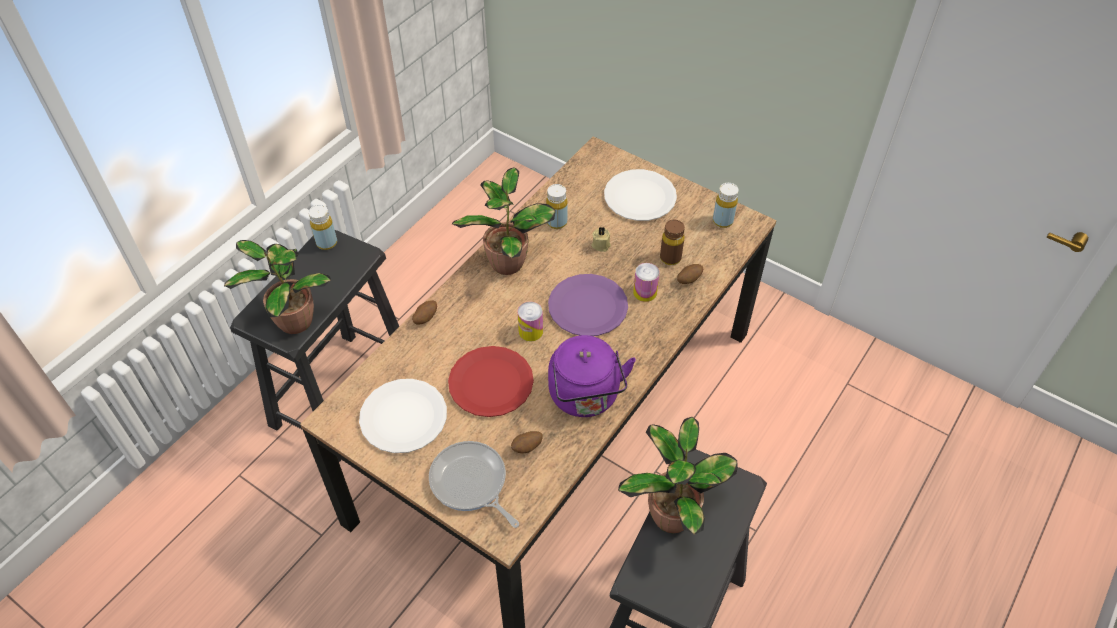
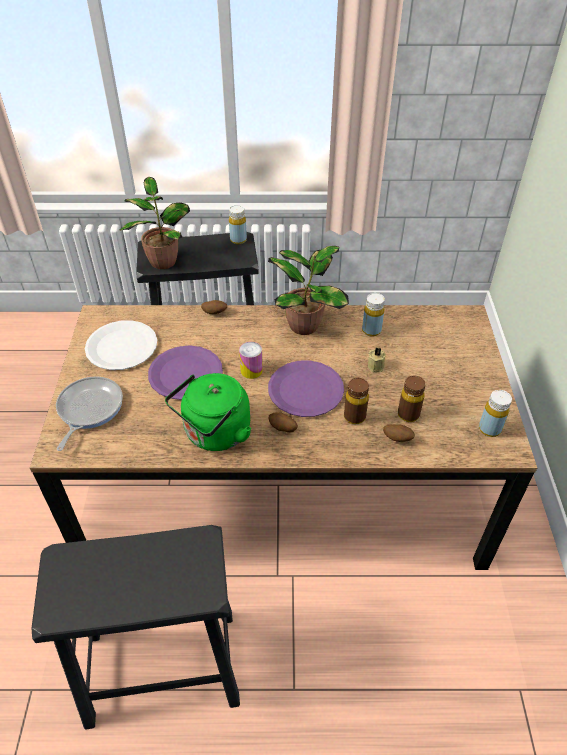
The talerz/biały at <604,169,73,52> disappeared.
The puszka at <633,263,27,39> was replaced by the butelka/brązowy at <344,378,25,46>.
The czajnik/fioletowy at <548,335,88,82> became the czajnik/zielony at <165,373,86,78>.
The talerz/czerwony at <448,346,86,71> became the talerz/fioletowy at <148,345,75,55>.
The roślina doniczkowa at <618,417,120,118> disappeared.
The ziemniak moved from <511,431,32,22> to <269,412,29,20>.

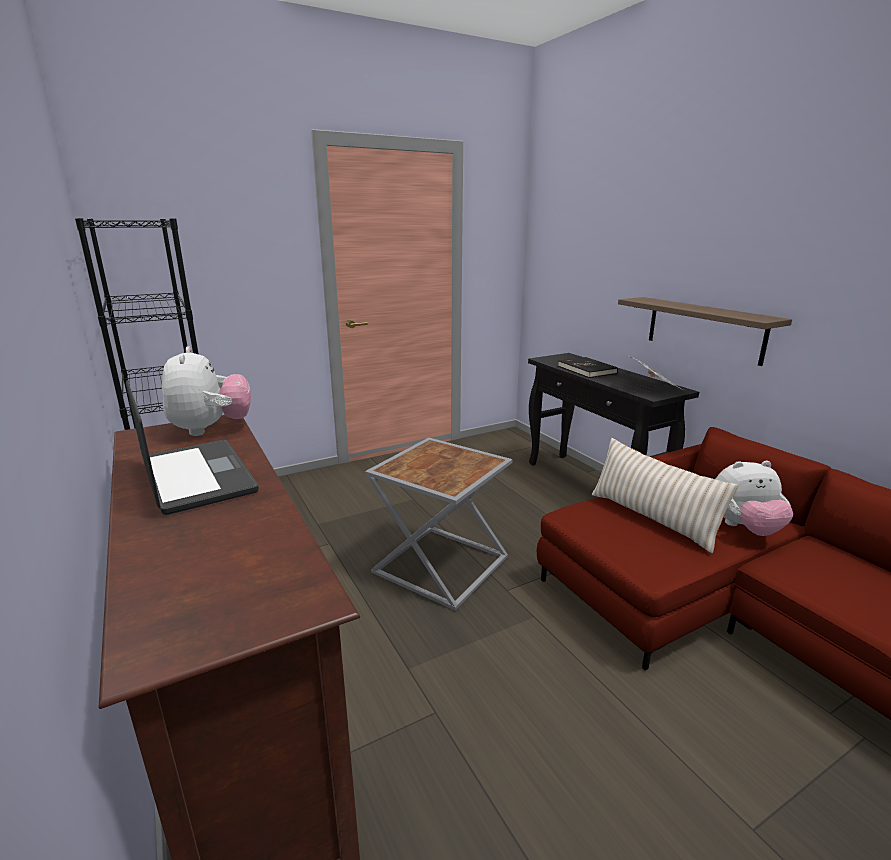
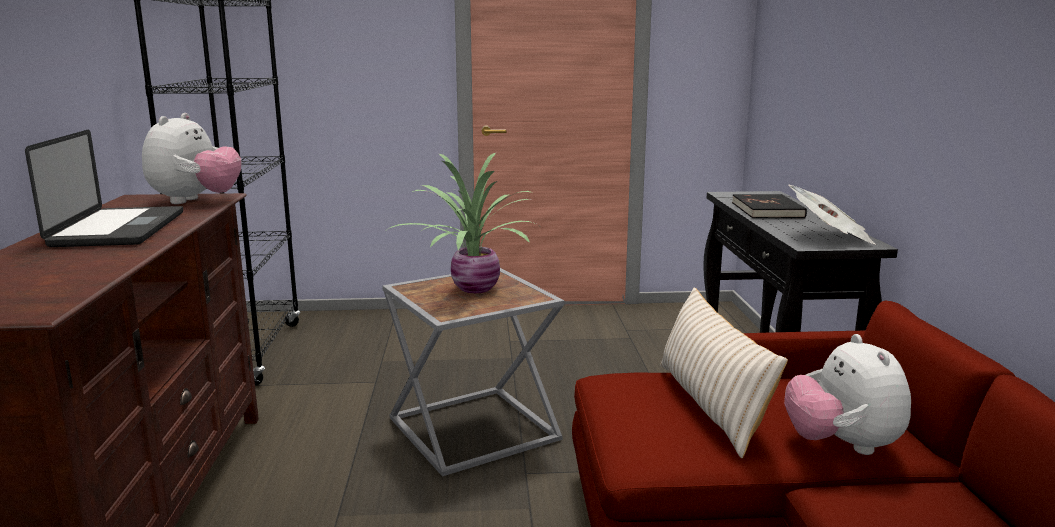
The półka at <618,297,174,69> disappeared.
The pluszak at <716,461,77,75> turned 60 degrees clockwise.
The roślina doniczkowa at <385,153,153,140> appeared.

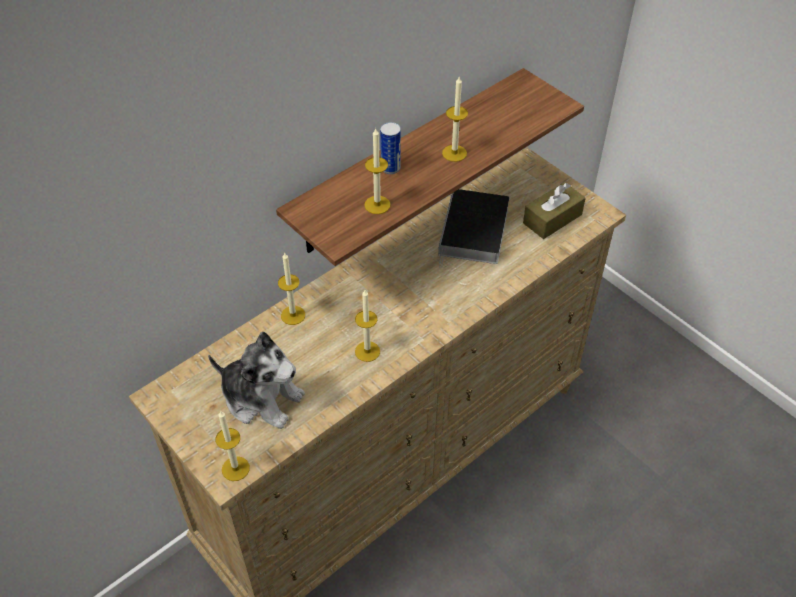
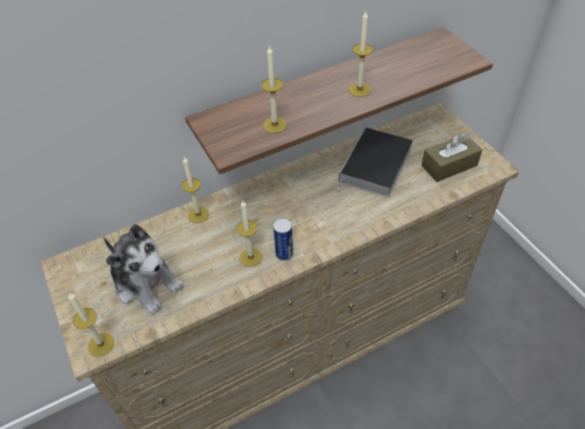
The puszka moved from <380,122,21,52> to <273,218,20,43>.

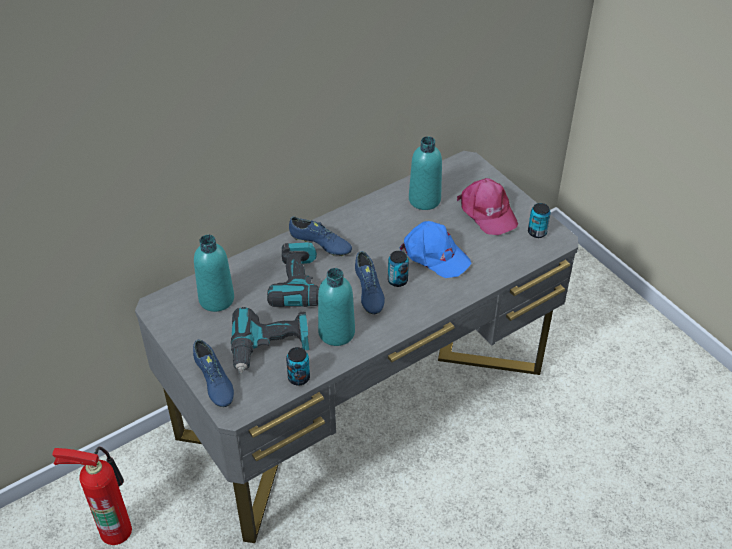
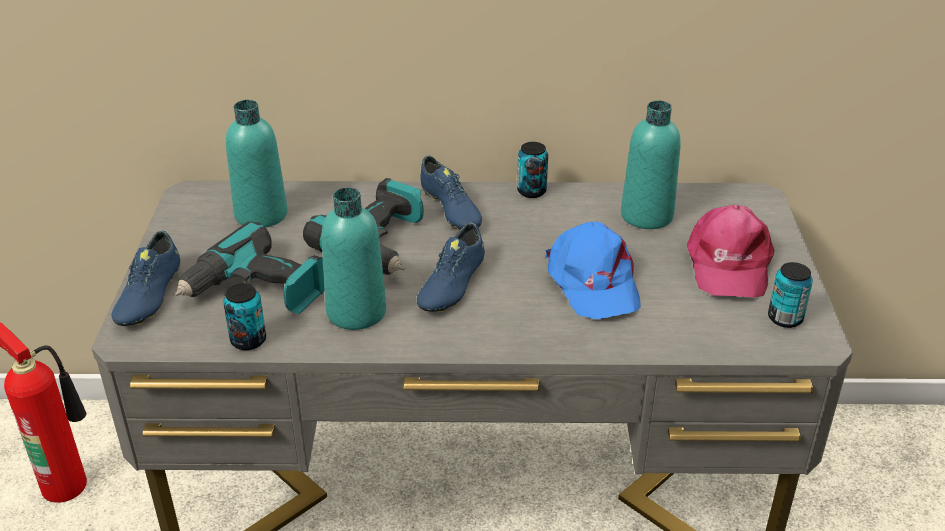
The puszka moved from <388,251,21,36> to <517,142,31,56>.

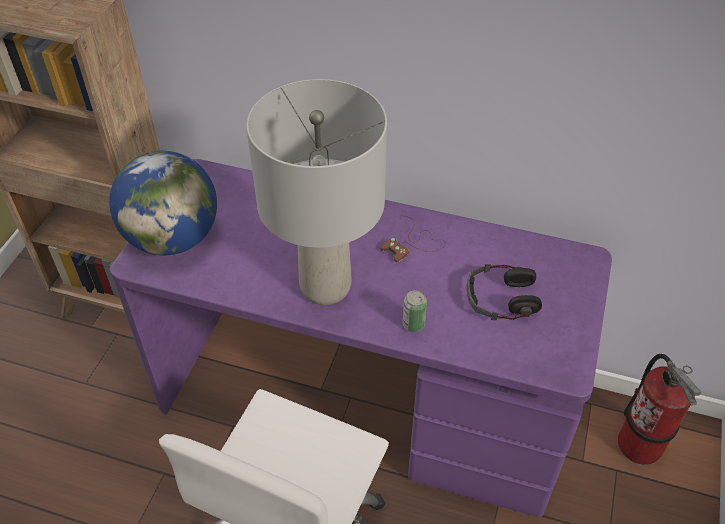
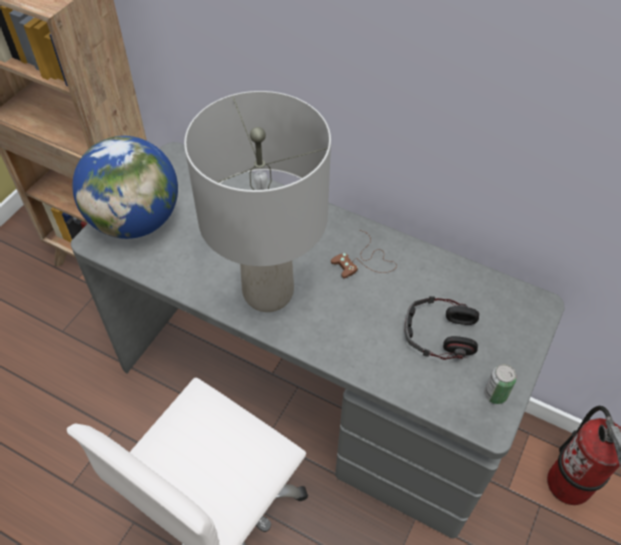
The biurko/fioletowy at <110,159,502,358> became the biurko/szary at <71,142,493,396>.
The puszka moved from <403,290,24,42> to <484,364,33,40>.

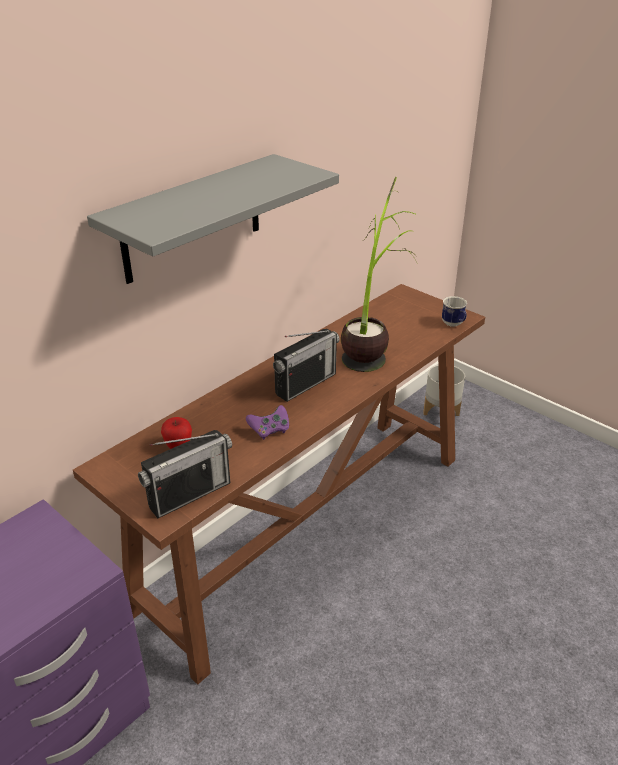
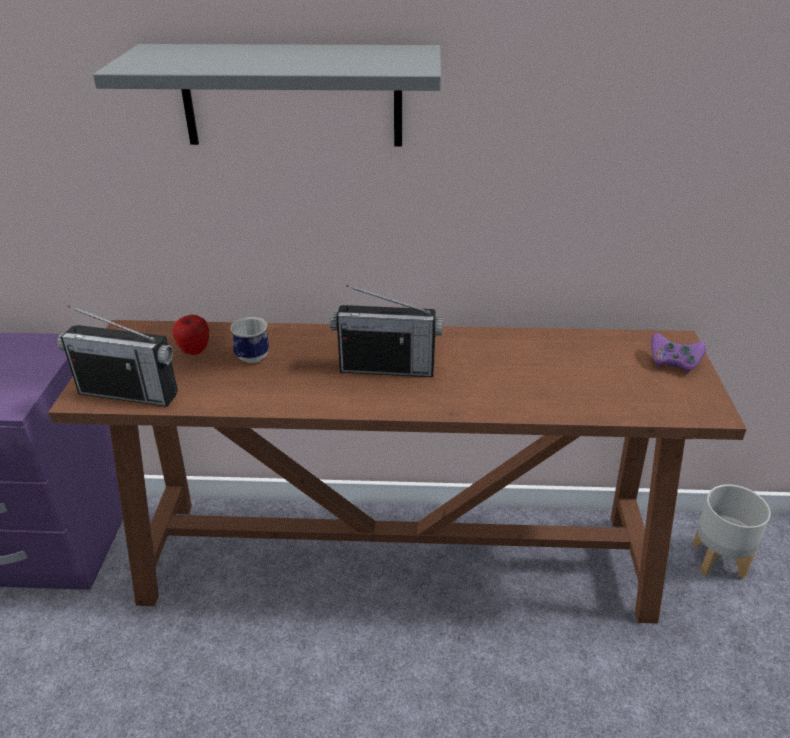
The roślina doniczkowa at <341,177,75,195> disappeared.
The kubek moved from <442,296,25,31> to <231,317,38,46>.
The pad do gier/fioletowy moved from <246,405,43,35> to <651,333,55,40>.

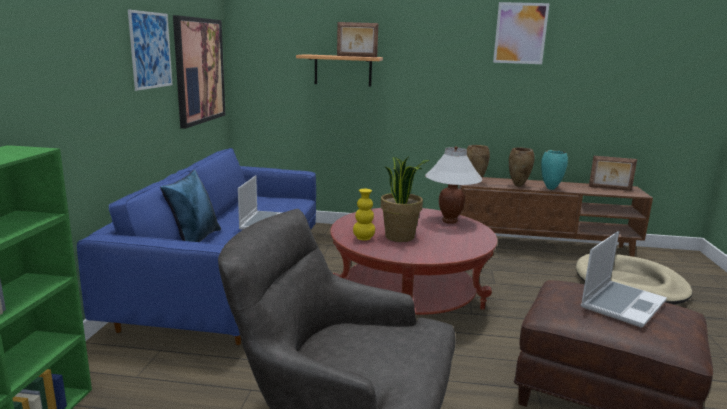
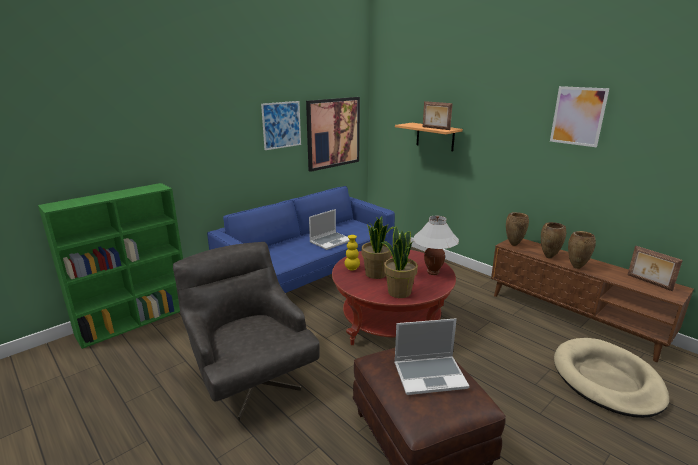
The wazon/turkusowy at <541,150,27,40> became the wazon/brązowy at <568,231,28,38>.
The poduszka/niebieski at <160,169,61,73> disappeared.
The roślina doniczkowa at <380,226,38,72> appeared.

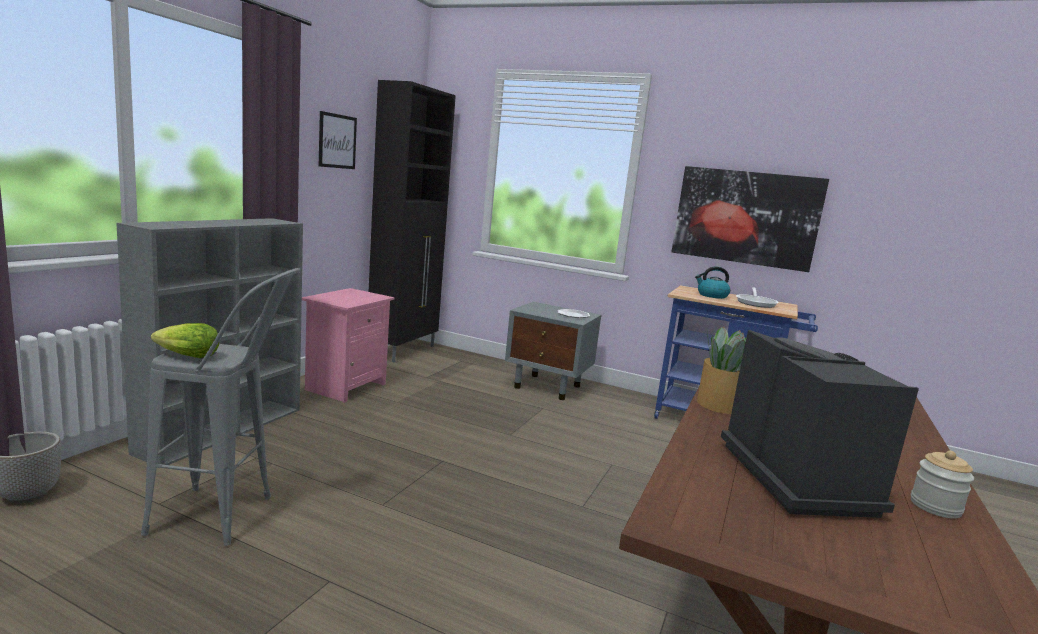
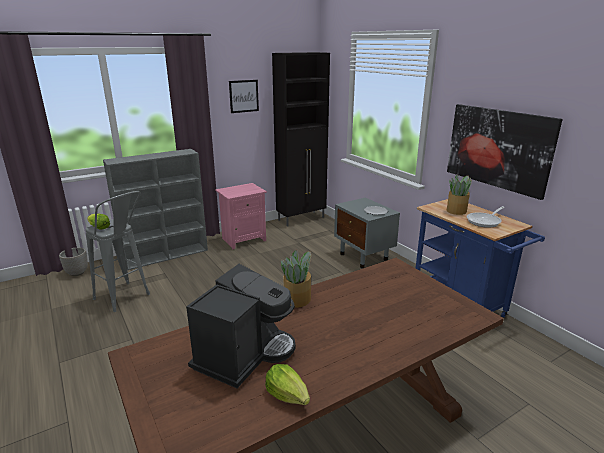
The czajnik at <695,266,35,33> was replaced by the roślina doniczkowa at <447,175,25,40>.
The słoik at <911,451,63,68> was replaced by the sałata at <265,364,45,41>.

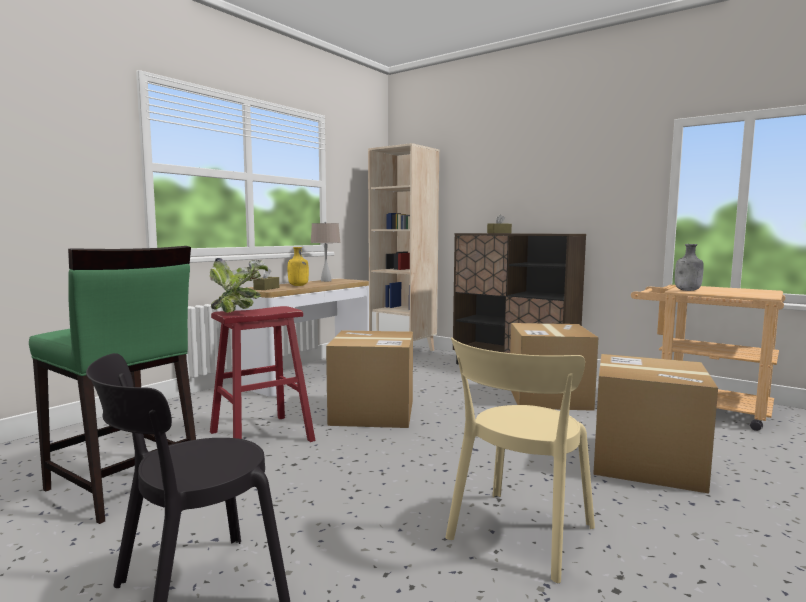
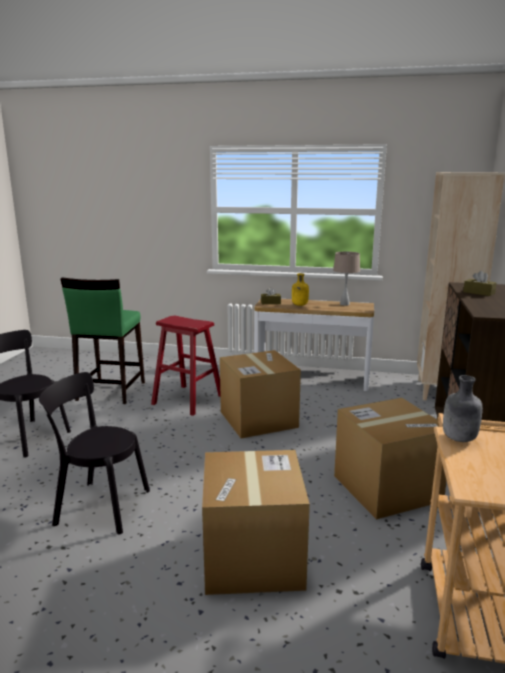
The roślina doniczkowa at <210,258,58,55> disappeared.
The krzesło/beżowy at <445,337,150,246> became the krzesło/czarny at <39,372,111,162>.

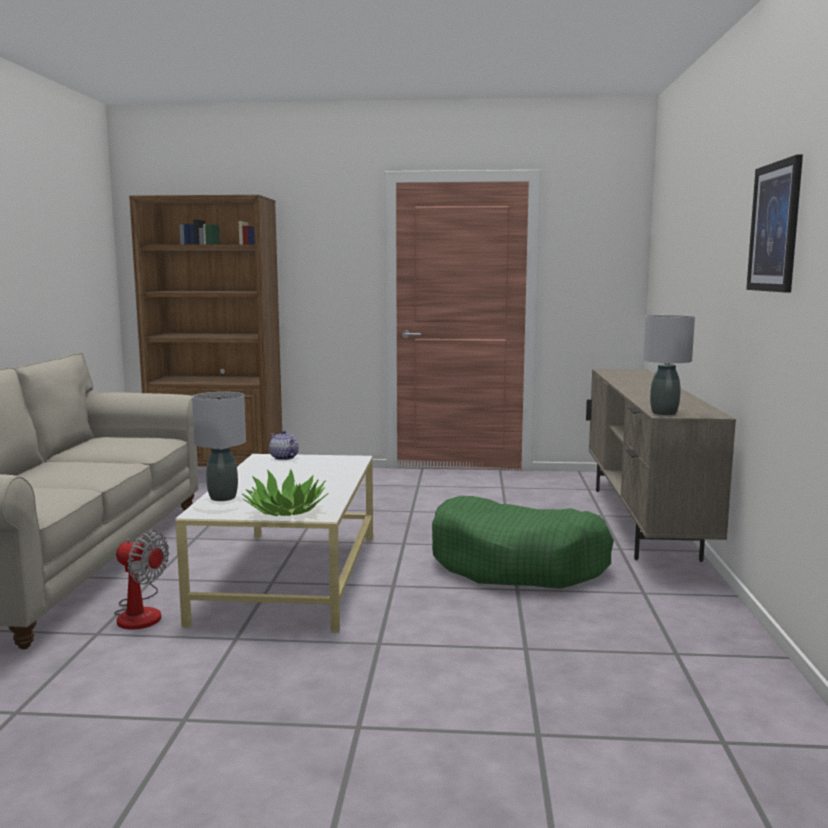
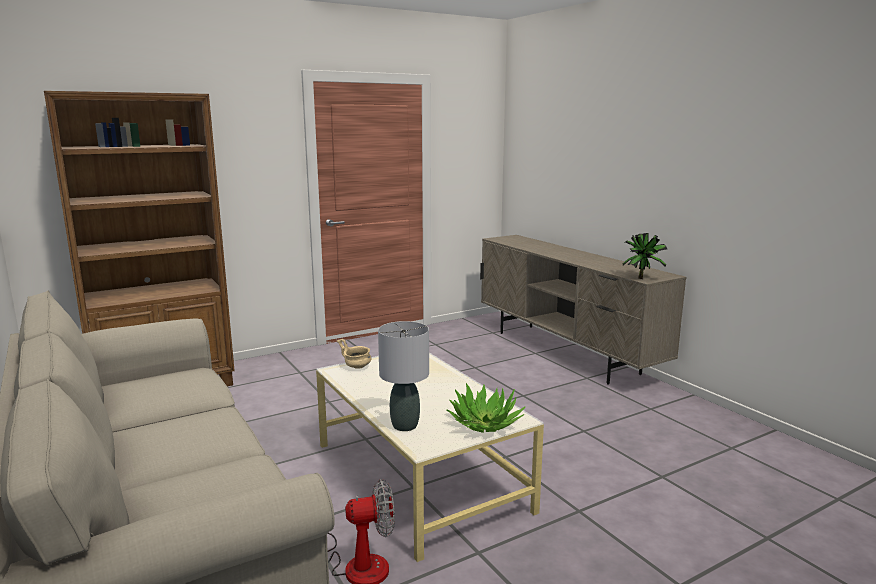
The obraz at <746,154,57,138> disappeared.
The lampa stołowa/szary at <643,315,52,100> was replaced by the roślina doniczkowa at <623,232,44,47>.
The imbryk at <269,430,30,30> was replaced by the miska/beżowy at <337,339,34,30>.
The legowisko/zielony at <432,496,182,93> disappeared.

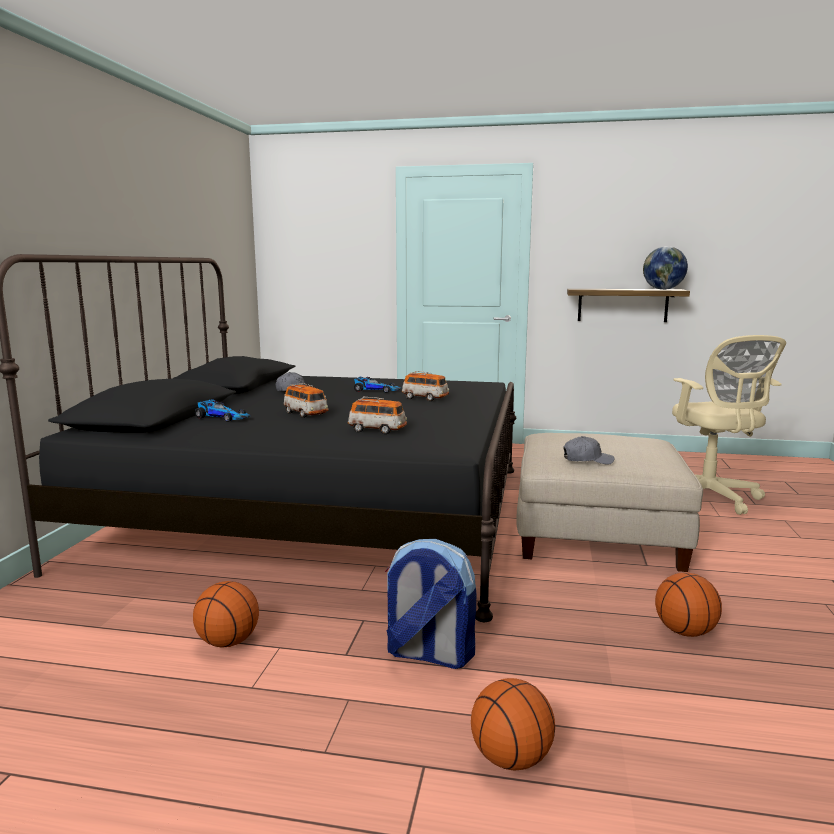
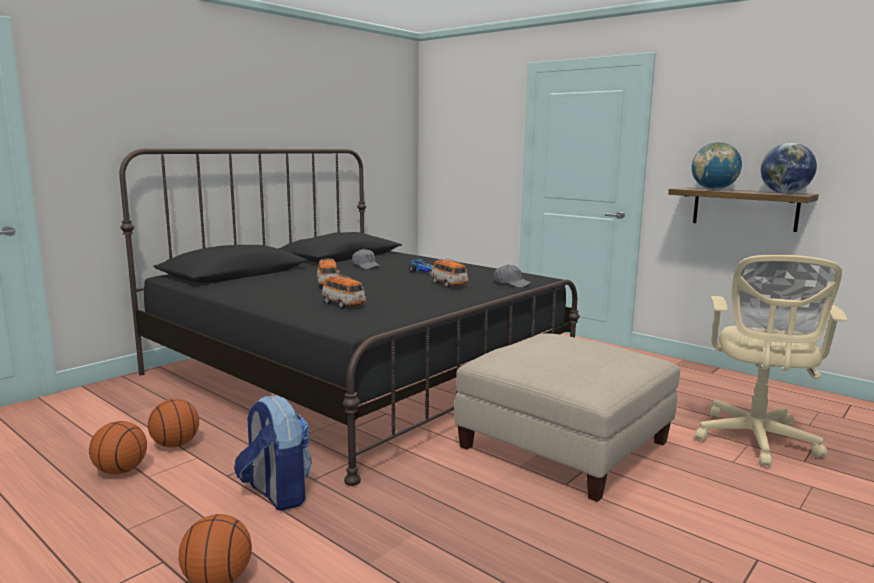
The samochodzik at <195,399,56,23> disappeared.
The czapka z daszkiem/szary moved from <563,436,51,29> to <494,264,38,24>.
The piłka do koszykówki moved from <655,572,67,65> to <89,421,58,53>.
The globus at <691,142,51,48> appeared.

